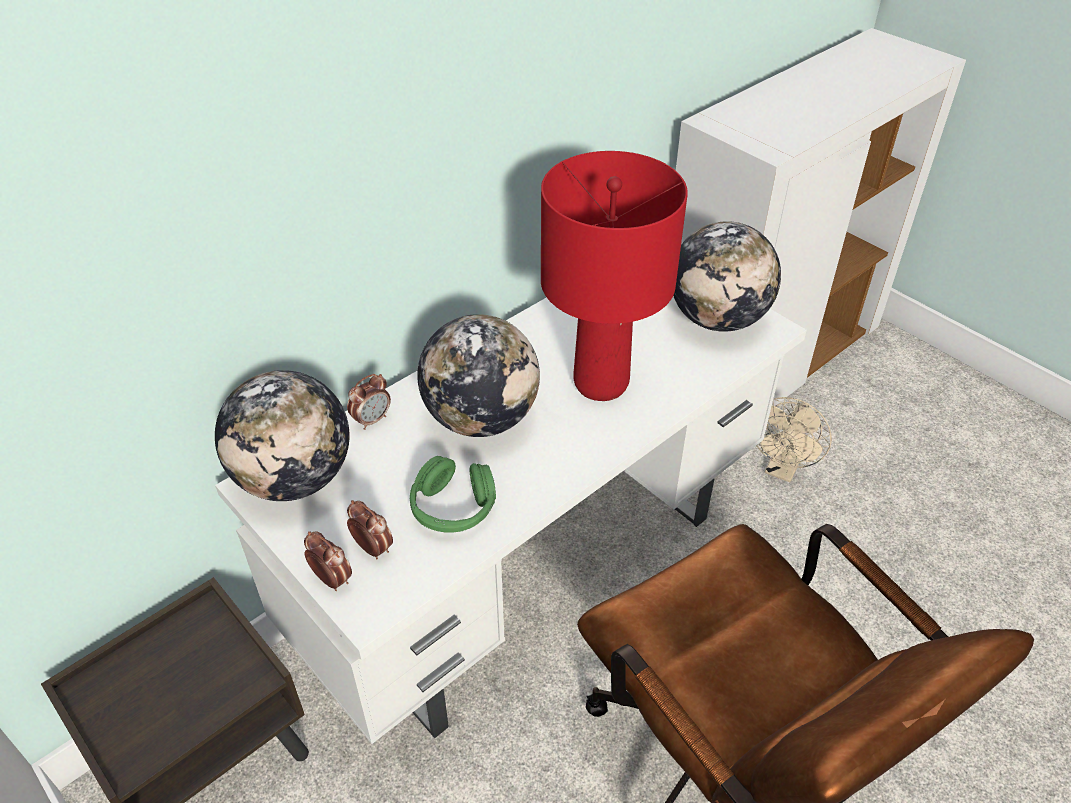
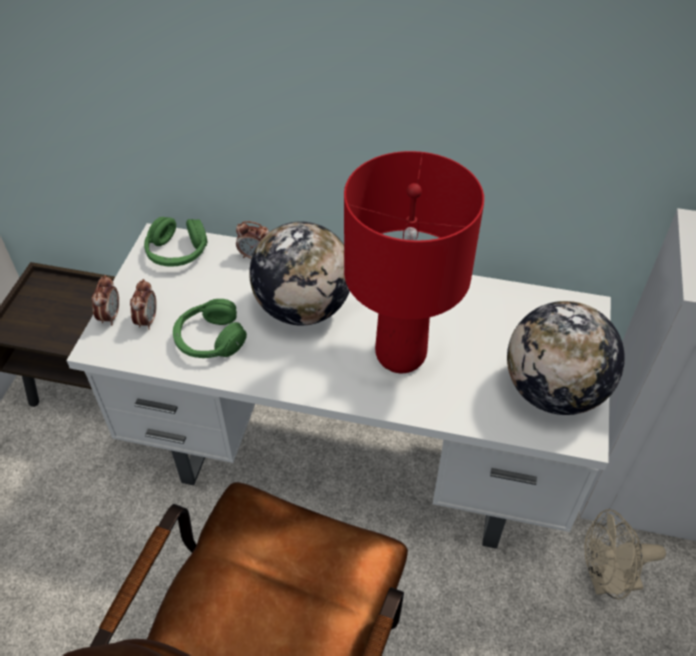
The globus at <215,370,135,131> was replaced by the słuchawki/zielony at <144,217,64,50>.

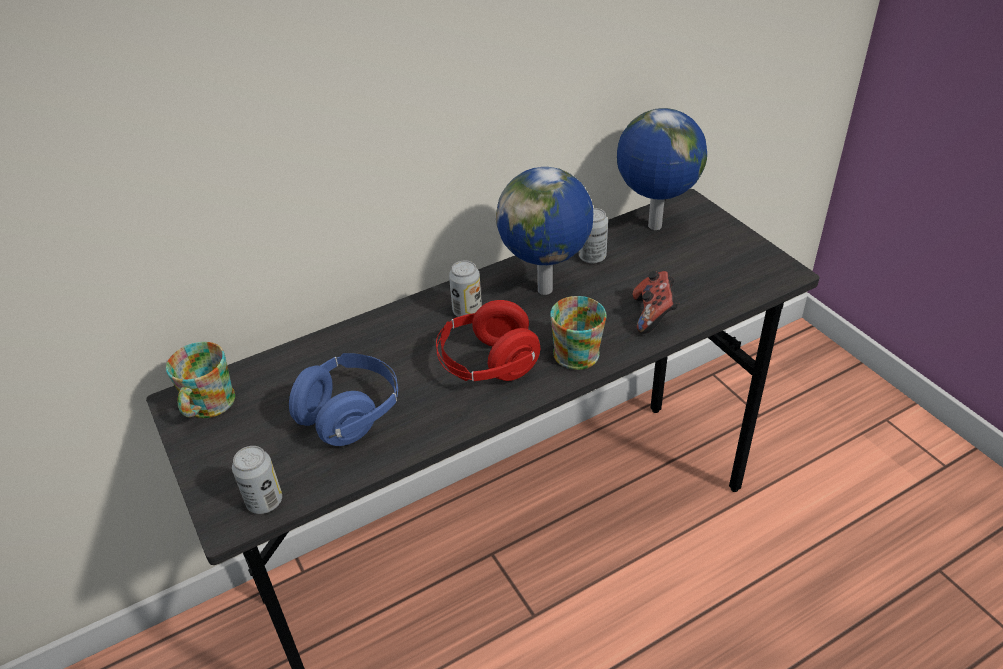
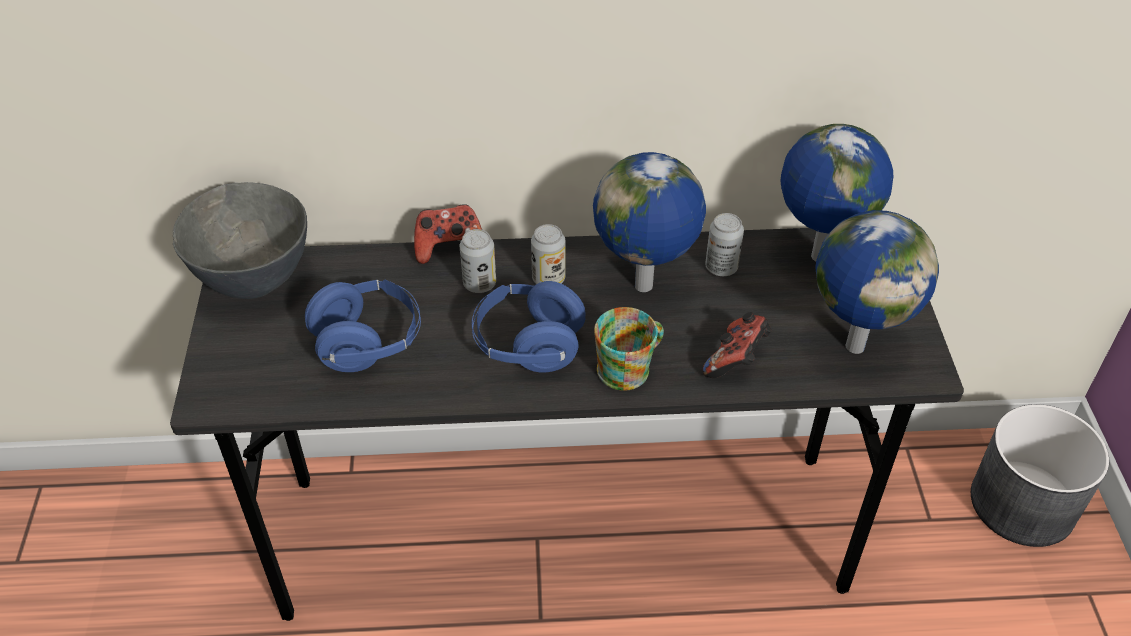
The słuchawki/czerwony at <436,300,104,81> became the słuchawki/niebieski at <472,281,114,91>.
The kubek at <166,342,69,76> was replaced by the miska/szary at <173,182,134,117>.
The puszka moved from <232,446,50,68> to <460,229,36,64>.
The pad do gier at <414,204,68,60> appeared.
The globus at <815,210,124,144> appeared.
The donica/szary at <971,404,138,143> appeared.

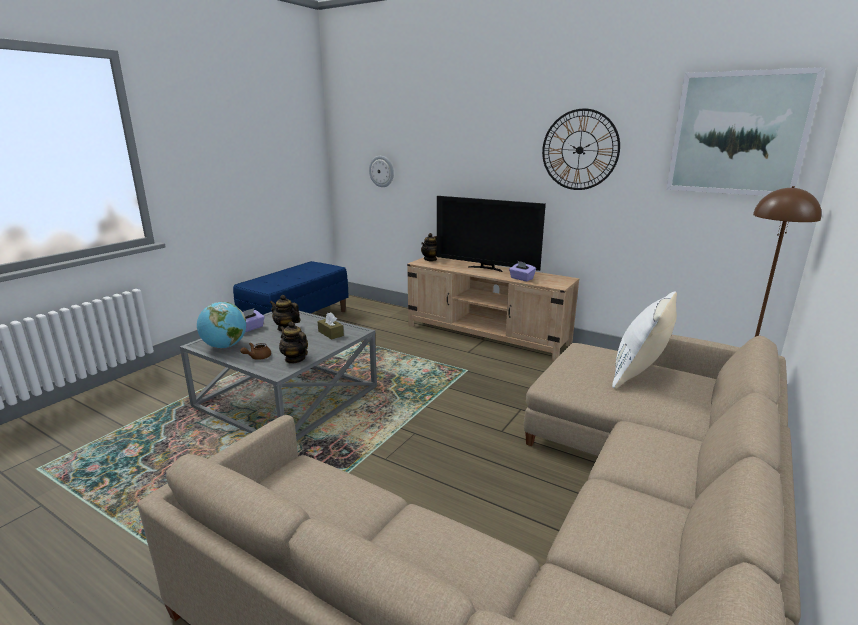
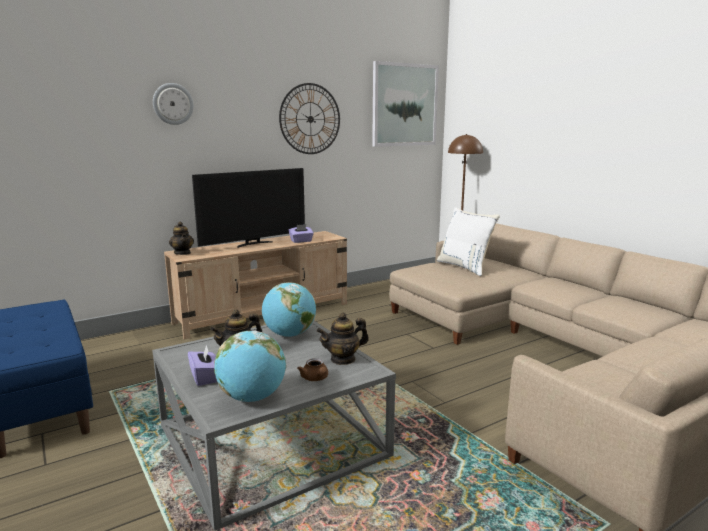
The zegar ścienny moved from <369,156,25,31> to <153,83,41,42>.
The pudełko chusteczek/brązowy at <318,312,26,28> was replaced by the globus at <262,282,54,55>.

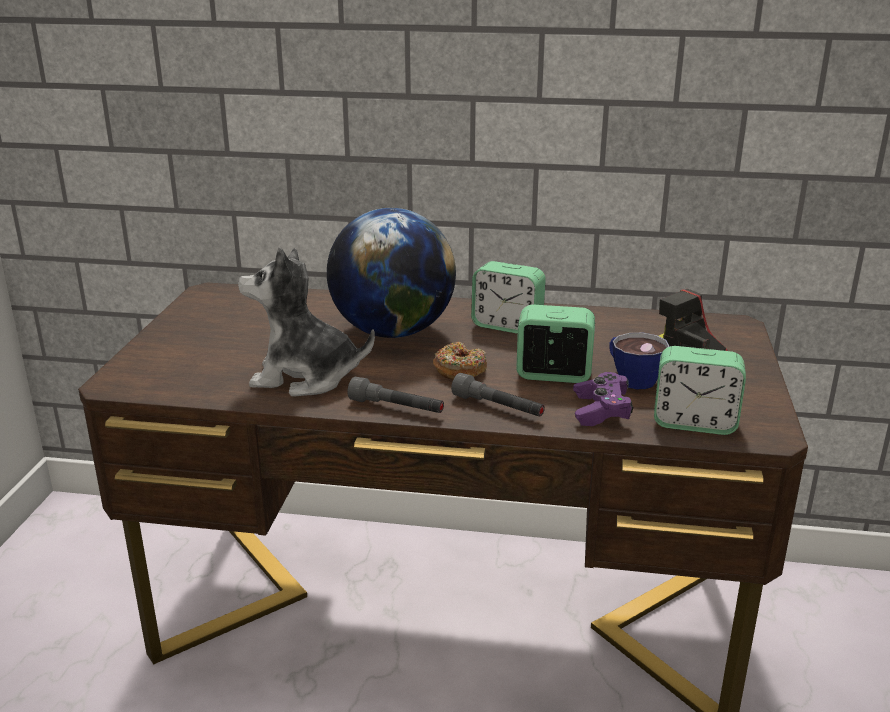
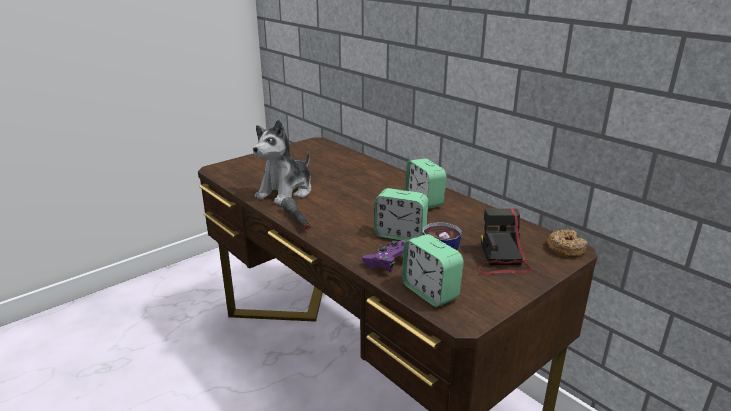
The globus at <327,208,129,130> disappeared.
The pluszak at <238,247,137,150> turned 105 degrees counterclockwise.
The budzik at <516,305,79,78> turned 150 degrees clockwise.
The donut moved from <433,342,54,38> to <547,229,40,28>.
The latarka/szary at <451,373,94,44> disappeared.

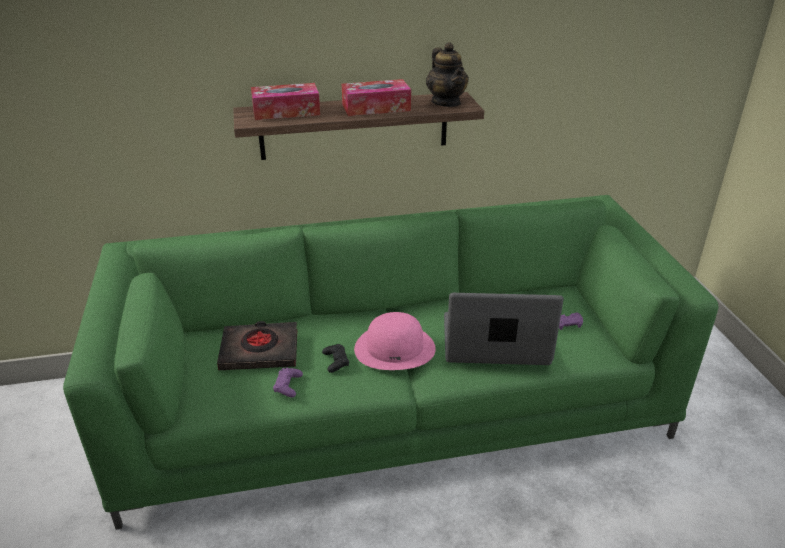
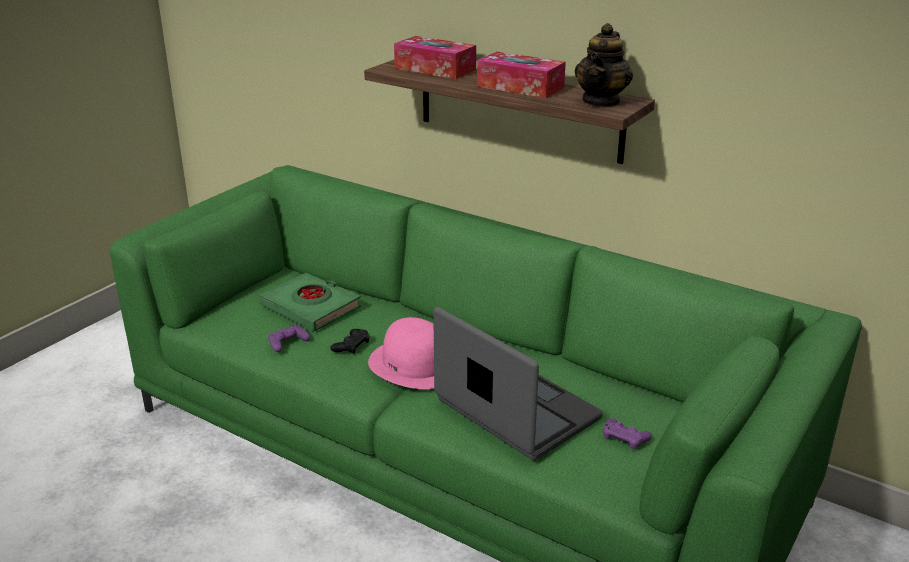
The książka/czarny at <217,321,80,49> became the książka/zielony at <259,273,102,58>.

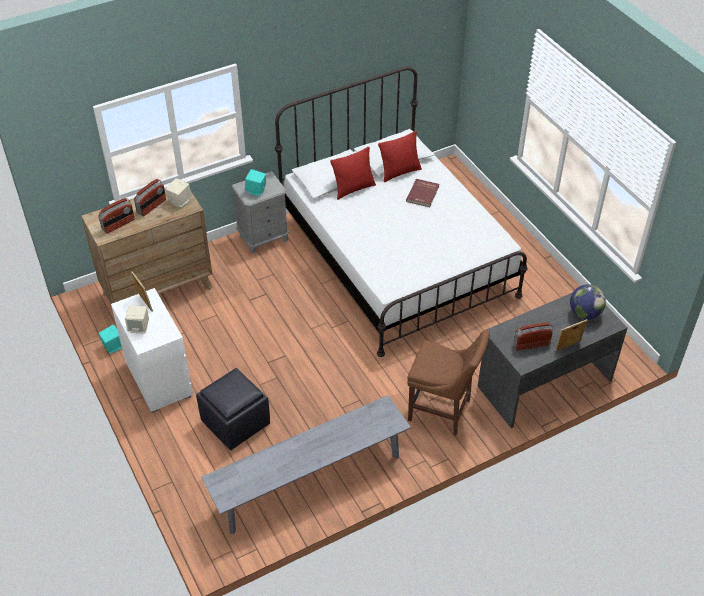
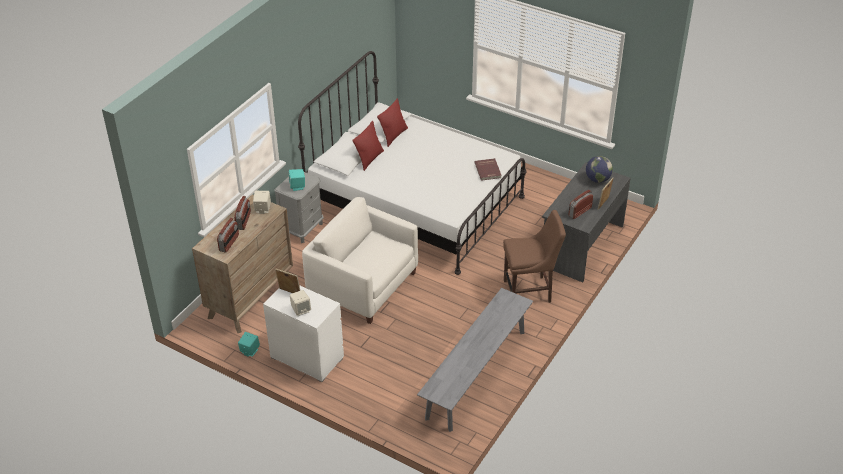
The książka/czerwony moved from <406,179,33,28> to <474,158,28,23>.
The pufa/czarny at <196,368,74,82> disappeared.
The fotel/biały at <302,197,116,127> appeared.

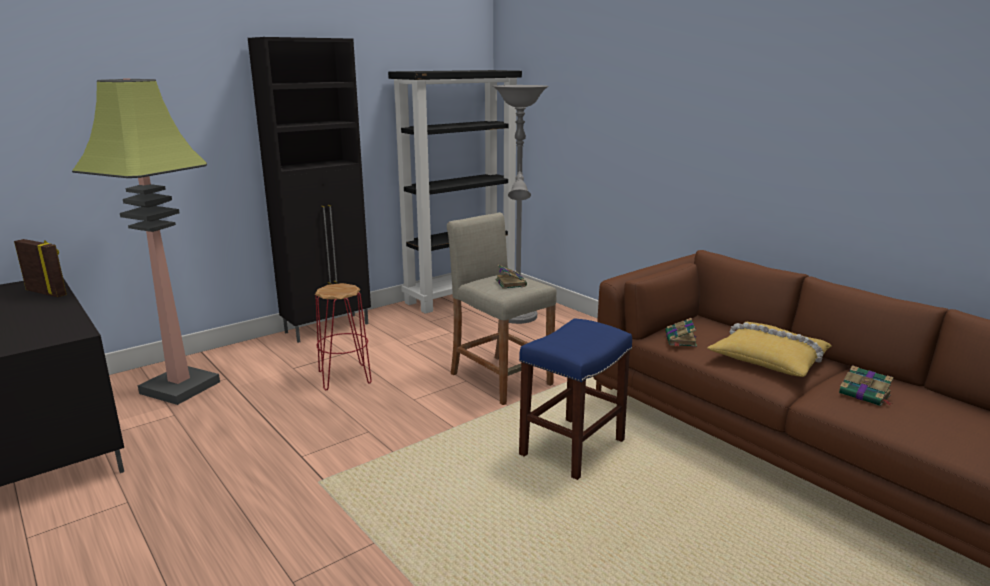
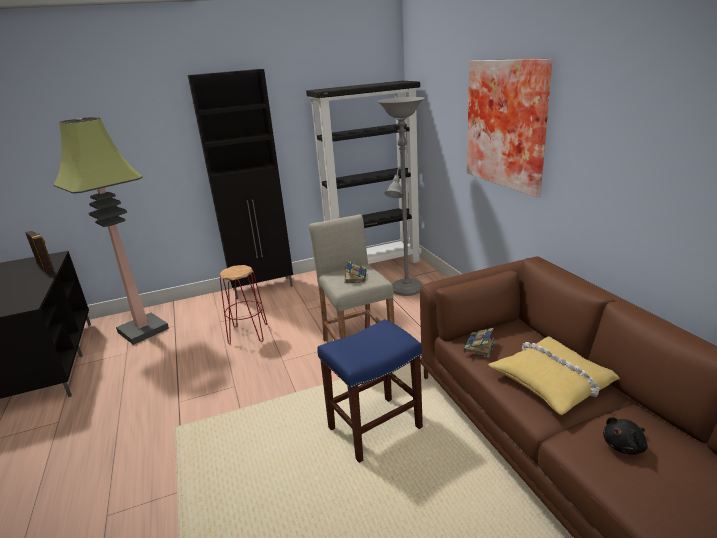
The książka at <839,365,55,41> was replaced by the pluszak/czarny at <603,417,45,38>.
The obraz at <467,59,85,139> appeared.

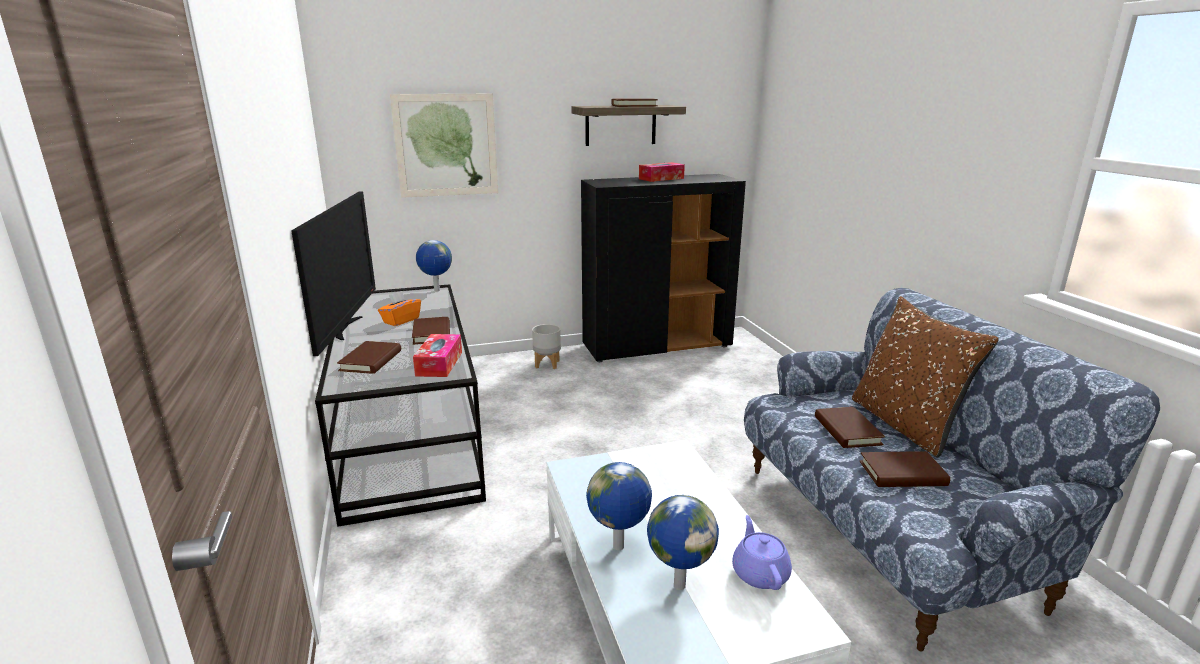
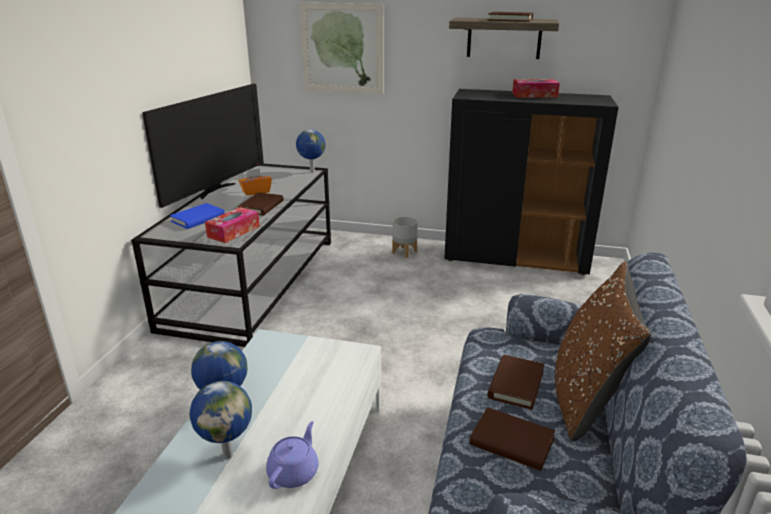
The książka/brązowy at <337,341,64,33> became the książka/niebieski at <170,203,55,26>.

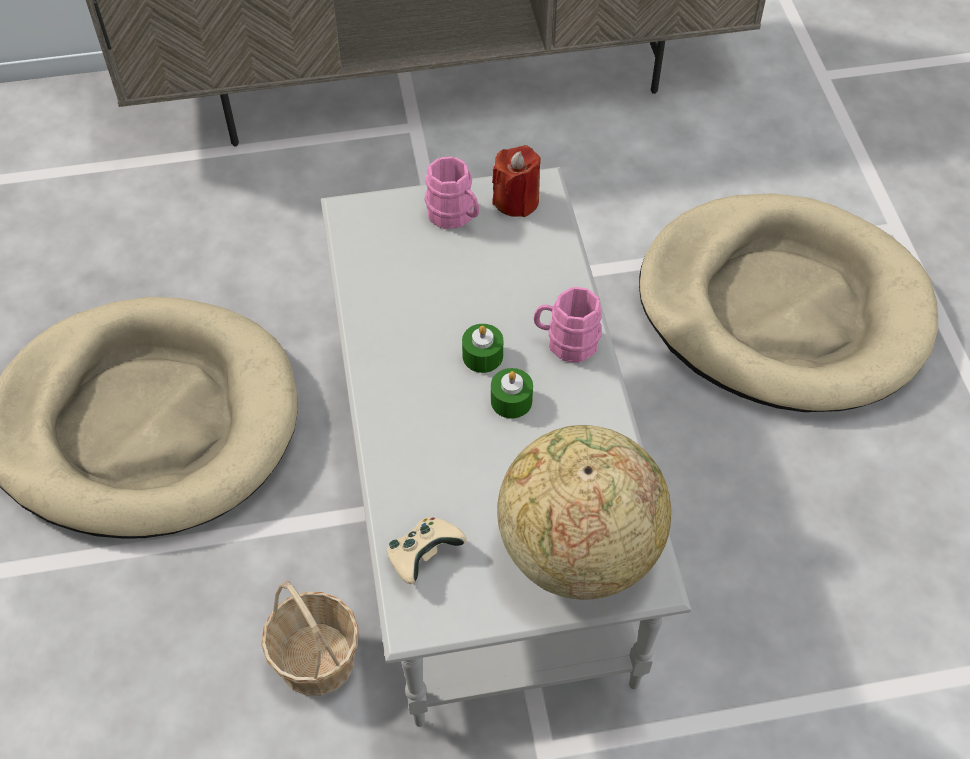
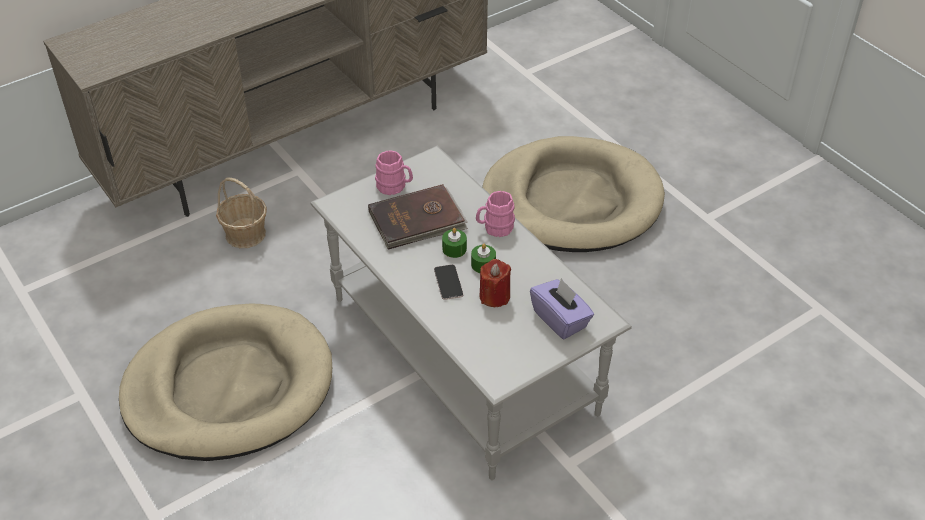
The świeca/czerwony moved from <492,145,49,72> to <479,259,32,48>.
The globus at <497,425,174,175> was replaced by the pudełko chusteczek/fioletowy at <530,278,64,61>.
The pad do gier/beżowy at <387,517,80,67> disappeared.
The koszyk moved from <261,580,98,116> to <216,178,51,70>.
The książka/brązowy at <368,184,100,66> appeared.
The telefon at <434,264,29,36> appeared.

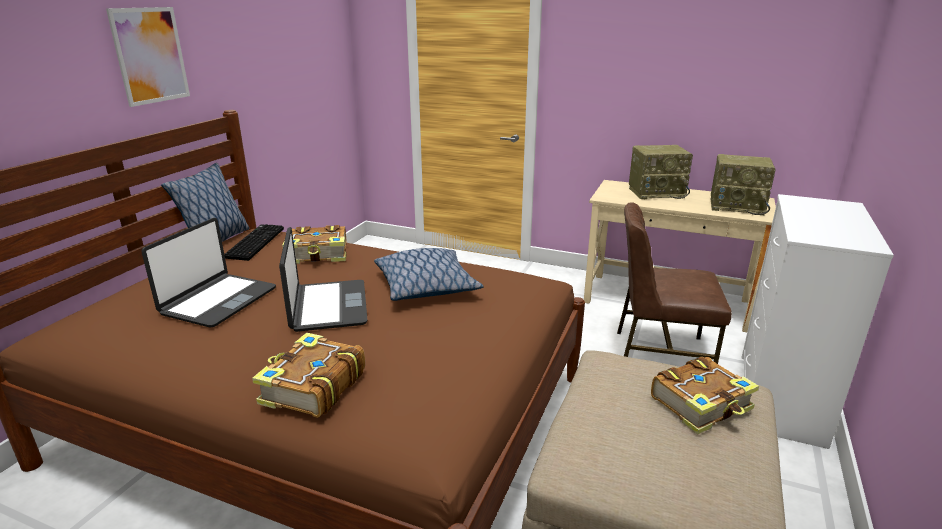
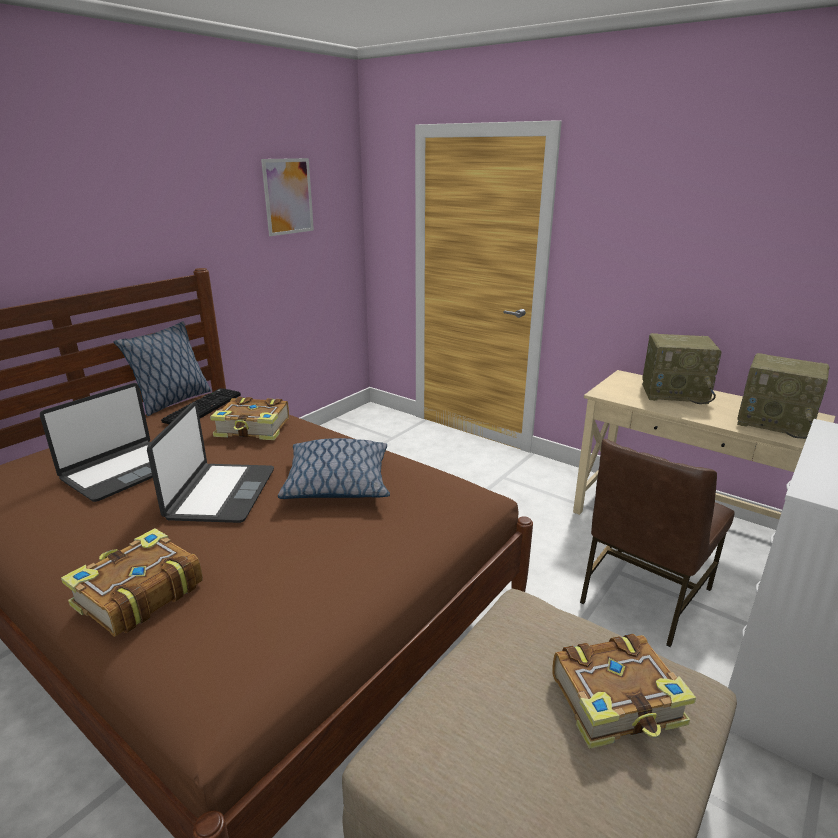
The obraz moved from <106,7,84,100> to <261,158,53,78>.
The krzesło/brązowy at <617,202,115,162> turned 75 degrees counterclockwise.

